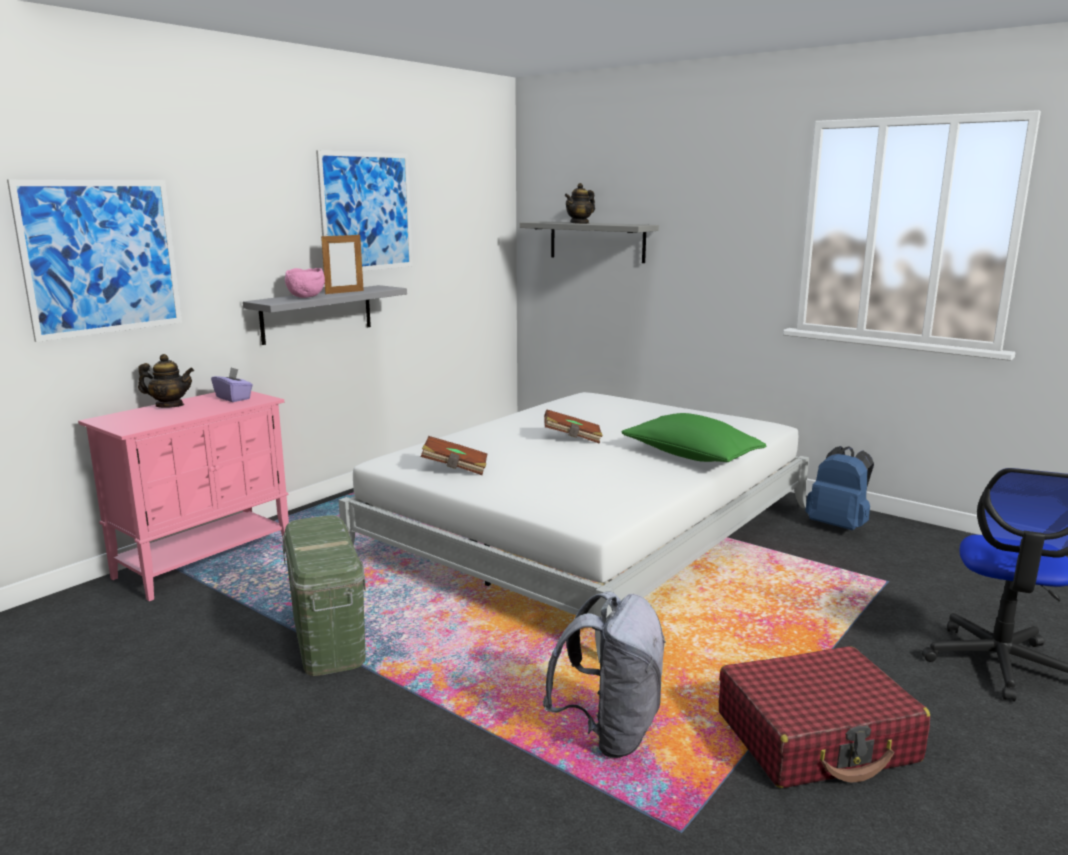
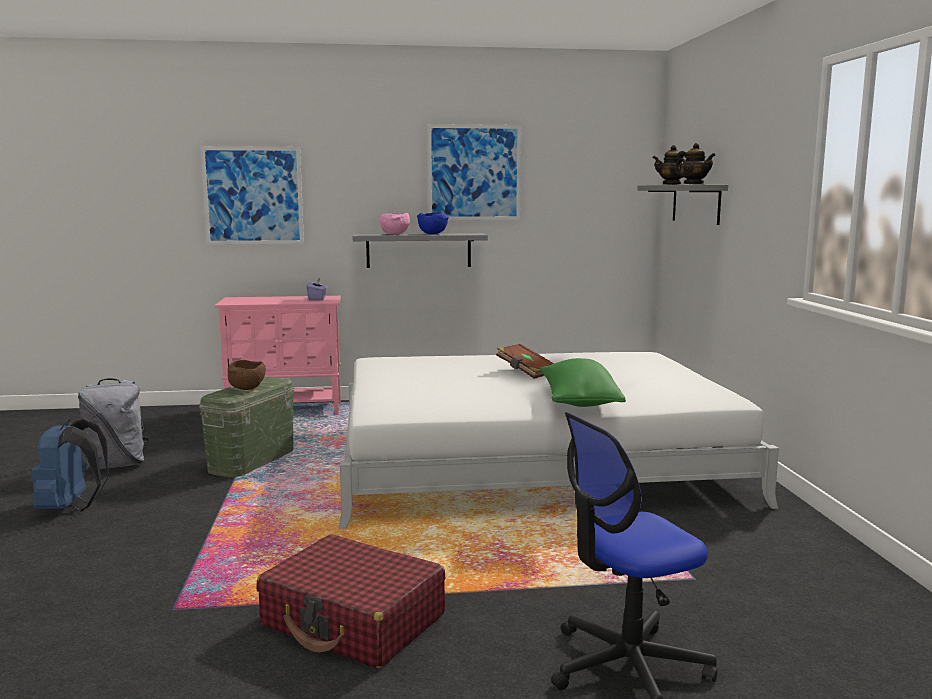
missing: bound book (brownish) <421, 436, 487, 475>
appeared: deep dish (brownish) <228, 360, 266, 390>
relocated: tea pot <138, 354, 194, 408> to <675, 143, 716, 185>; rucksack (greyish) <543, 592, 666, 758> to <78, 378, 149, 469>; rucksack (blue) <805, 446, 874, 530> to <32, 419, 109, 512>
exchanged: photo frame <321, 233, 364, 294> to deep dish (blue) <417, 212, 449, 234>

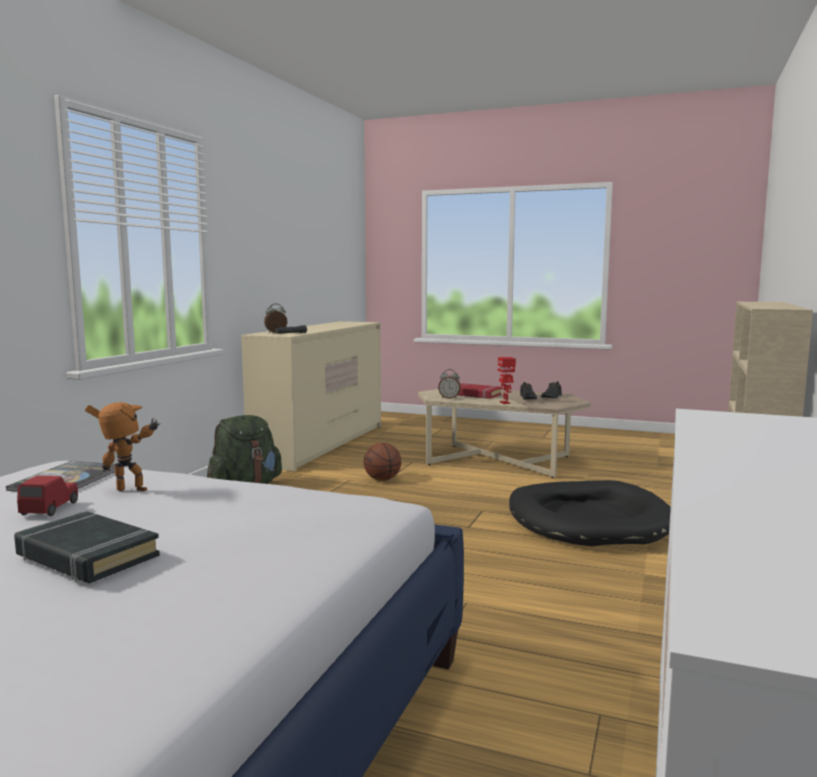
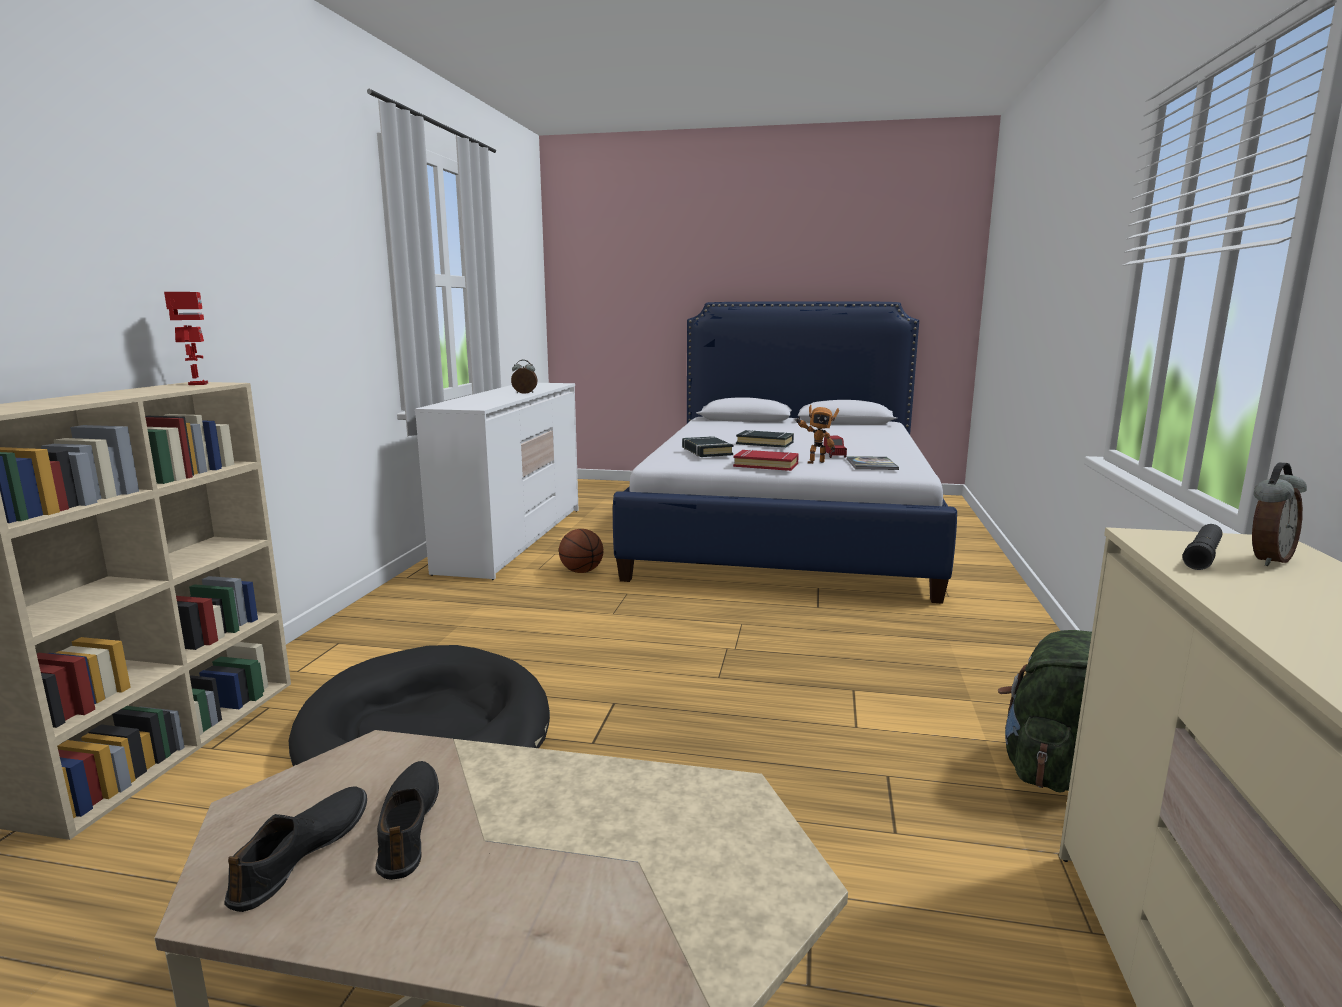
appeared: bound book (black-coloured) <682, 436, 733, 457>
relocated: basketball <364, 443, 401, 481> to <559, 529, 603, 573>; alarm clock <438, 369, 461, 399> to <511, 360, 537, 394>; bound book (reddish) <457, 383, 501, 399> to <733, 450, 799, 471>; model robot <498, 357, 516, 404> to <164, 292, 208, 385>

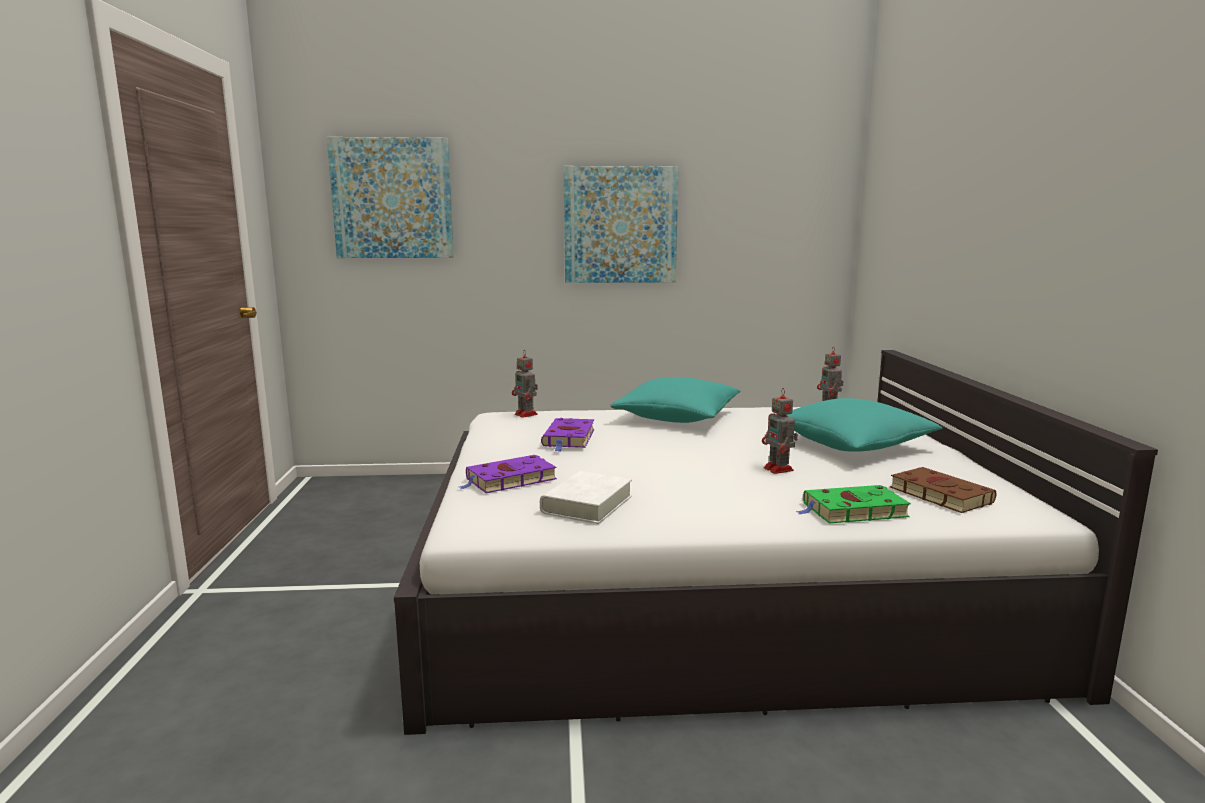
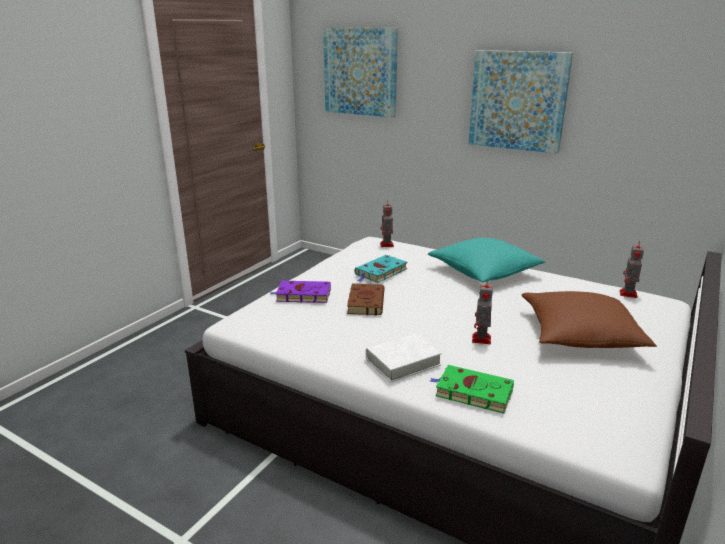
relocated: bound book (white-coloured) <540, 471, 632, 524> to <366, 333, 442, 382>; bound book (brownish) <890, 467, 996, 513> to <347, 284, 385, 315>
colour: bound book (purple) <541, 418, 594, 452> to bound book (blue-green) <355, 255, 408, 283>; throw pillow (blue-green) <768, 398, 943, 452> to throw pillow (brownish) <522, 291, 657, 348>

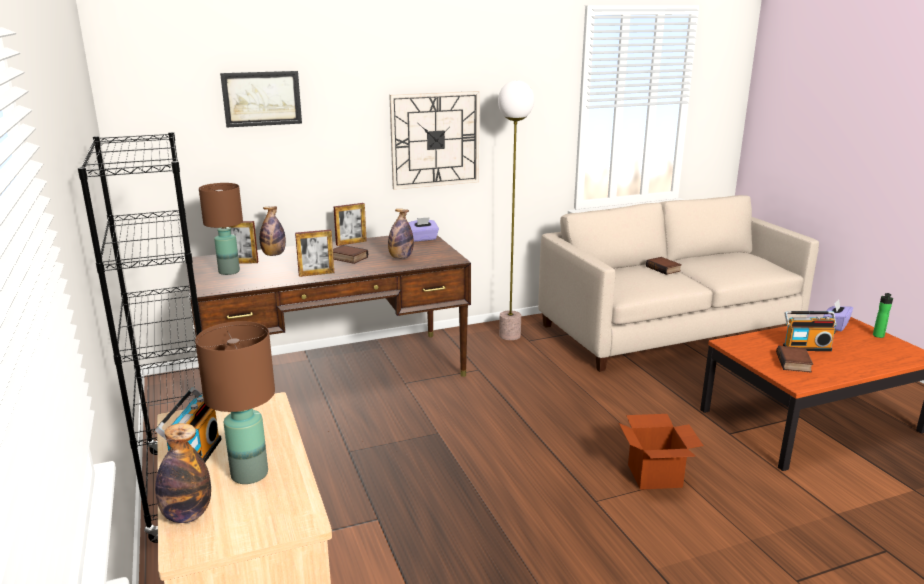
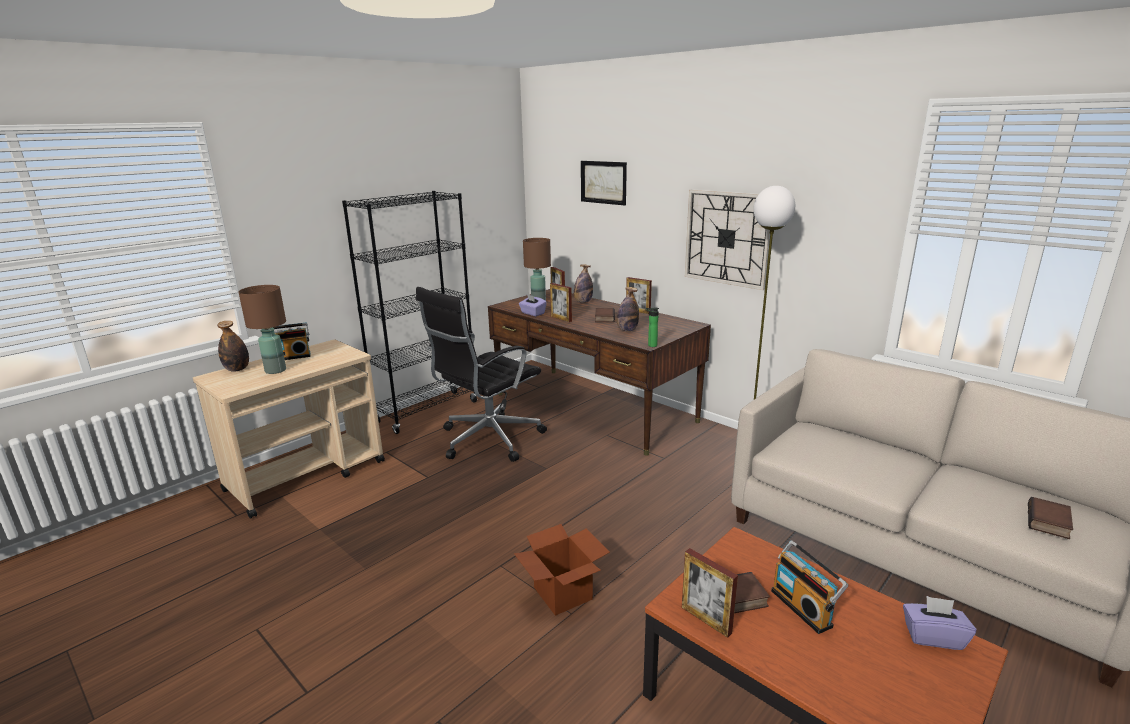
appeared: computer chair (black-coloured) <416, 287, 547, 462>; photo frame <682, 548, 738, 638>
relocated: tissue holder (purple) <408, 217, 439, 242> to <519, 294, 547, 316>; bound book <646, 257, 682, 275> to <1028, 497, 1073, 539>; drink bottle <873, 293, 893, 338> to <646, 308, 659, 347>

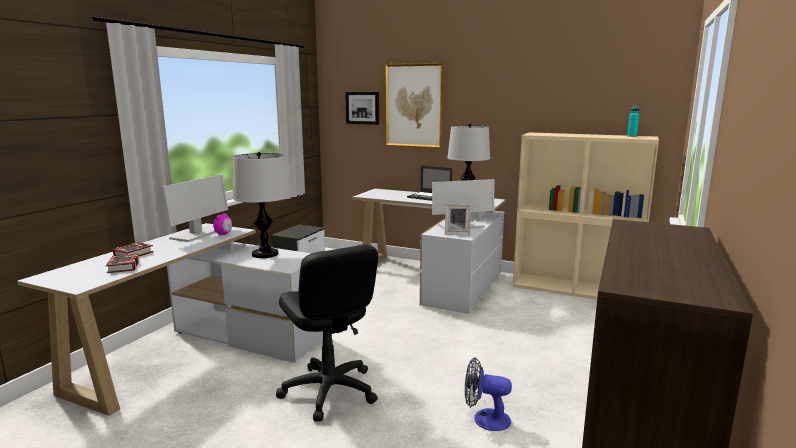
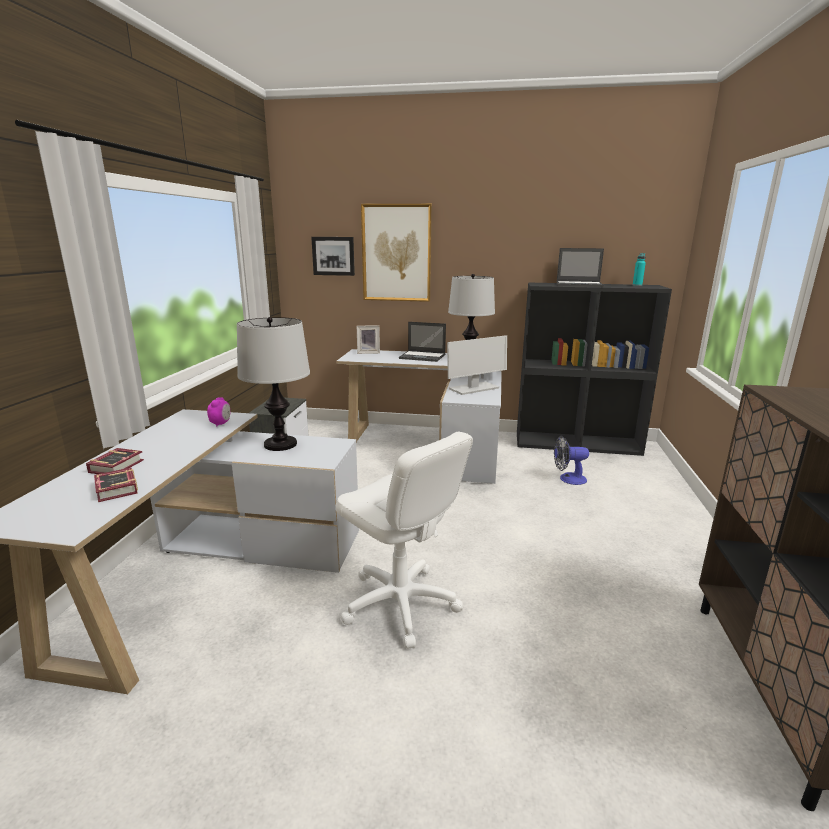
missing: computer screen <162, 174, 228, 242>
appeared: laptop <557, 248, 604, 287>
relocated: photo frame <445, 203, 471, 236> to <357, 325, 380, 354>; electric fan <465, 357, 512, 431> to <554, 436, 589, 485>
colour: computer chair (black-coloured) <276, 245, 379, 421> to computer chair (white-coloured) <336, 431, 473, 649>; bookshelf (beige-coloured) <513, 132, 659, 300> to bookshelf (black-coloured) <517, 283, 672, 456>

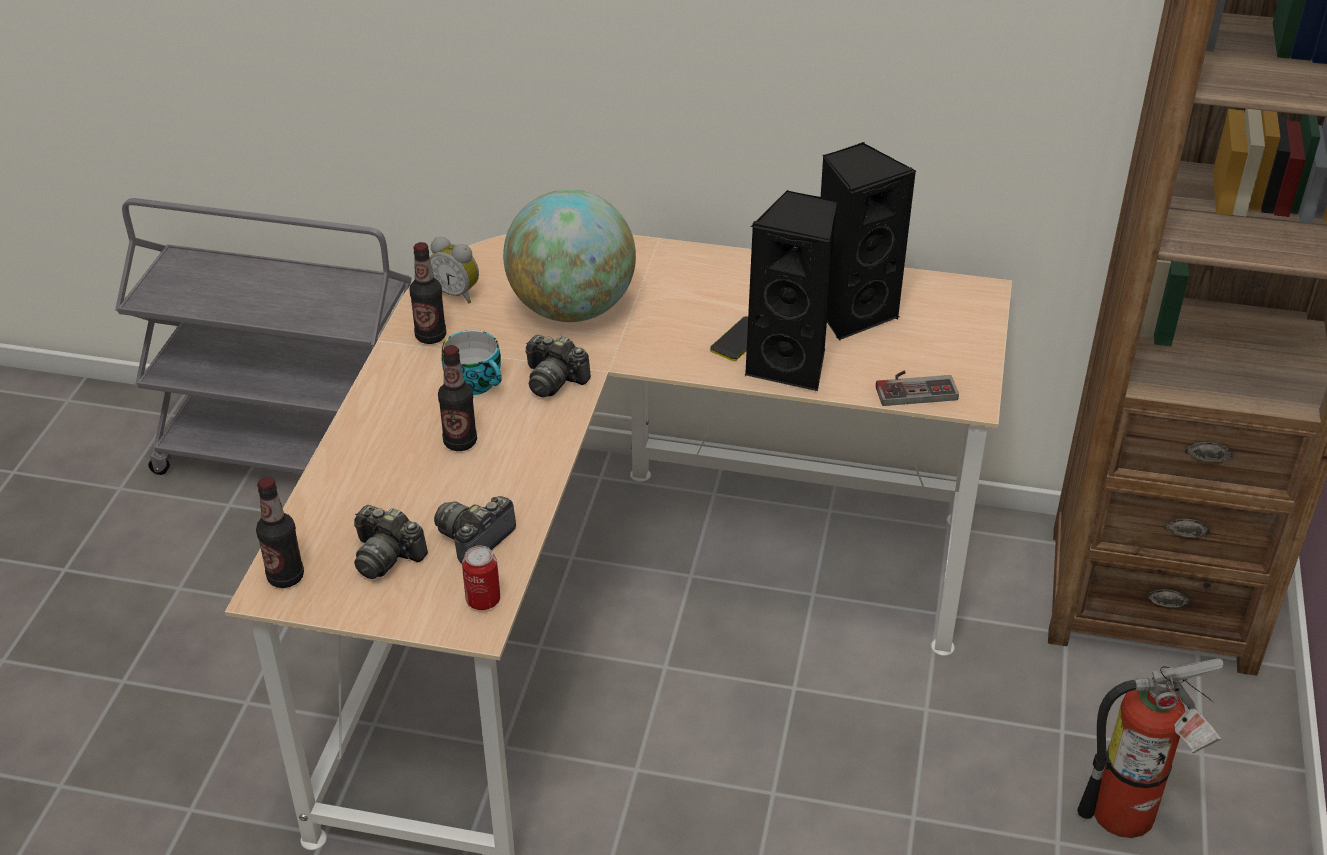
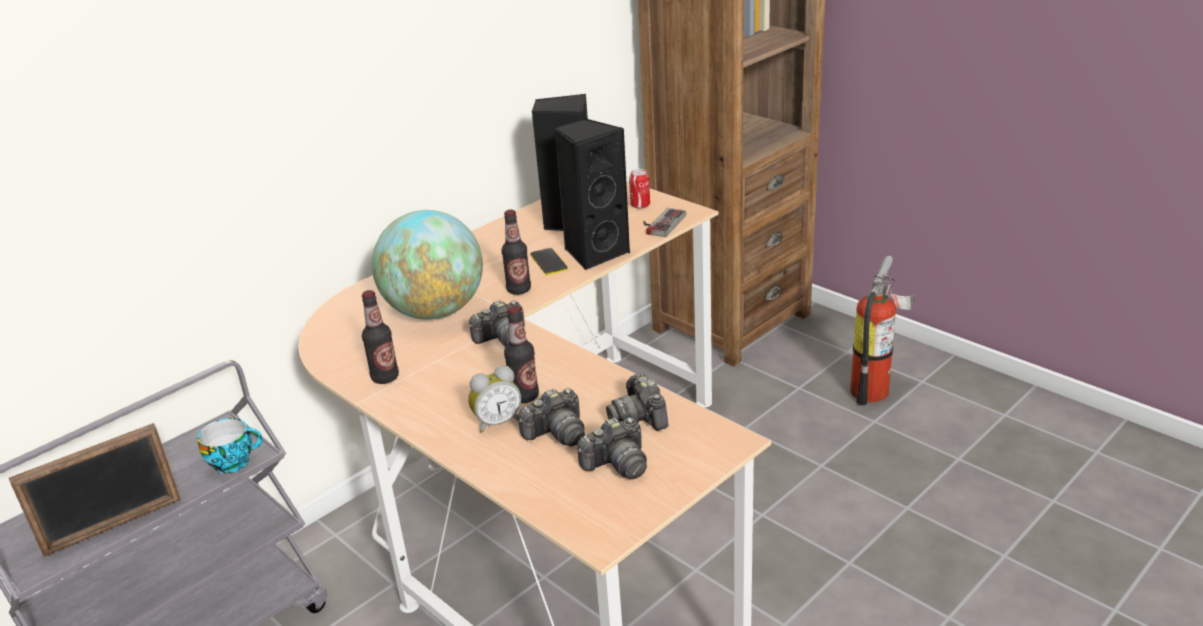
appeared: photo frame <9, 423, 181, 556>; still camera <518, 388, 585, 447>
relocated: drink bottle <256, 477, 304, 588> to <501, 210, 531, 295>; alarm clock <430, 237, 479, 304> to <468, 366, 521, 433>; small cup <442, 330, 502, 395> to <197, 418, 262, 474>; metal can <462, 546, 500, 610> to <629, 169, 650, 209>

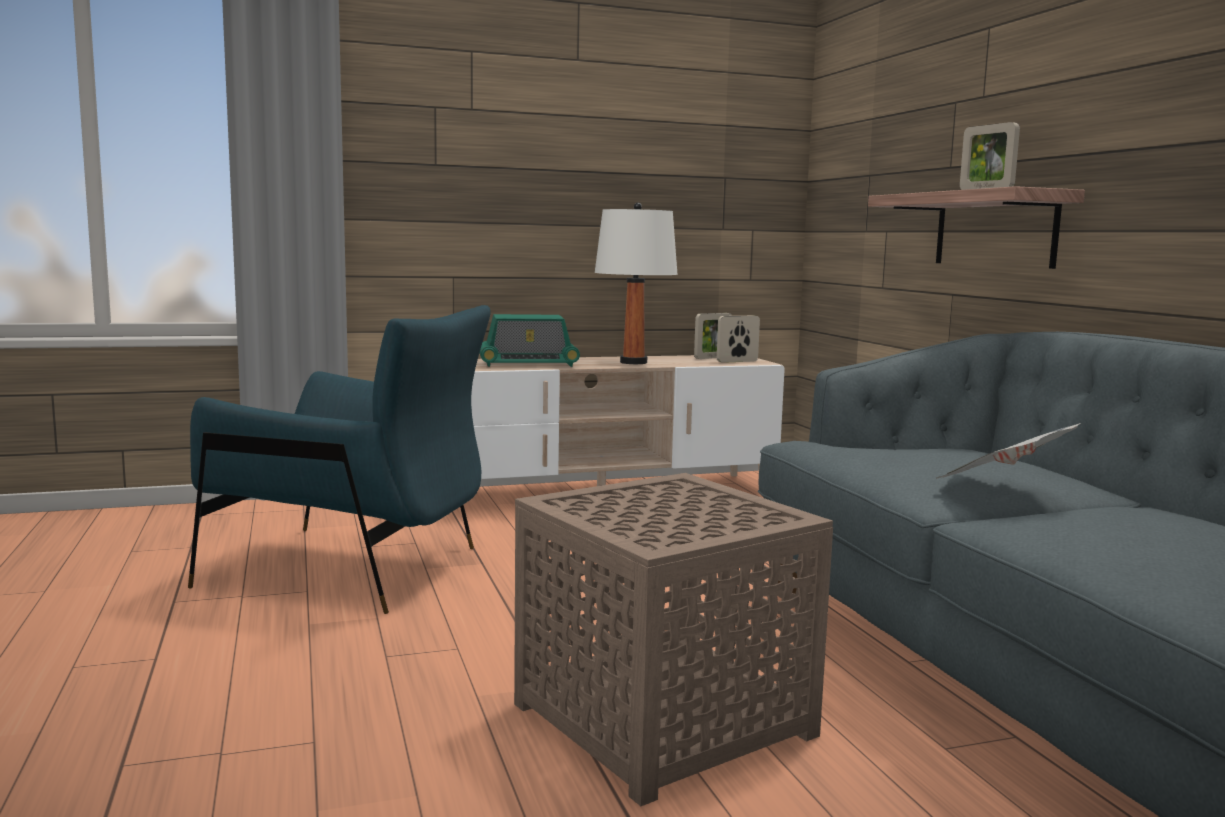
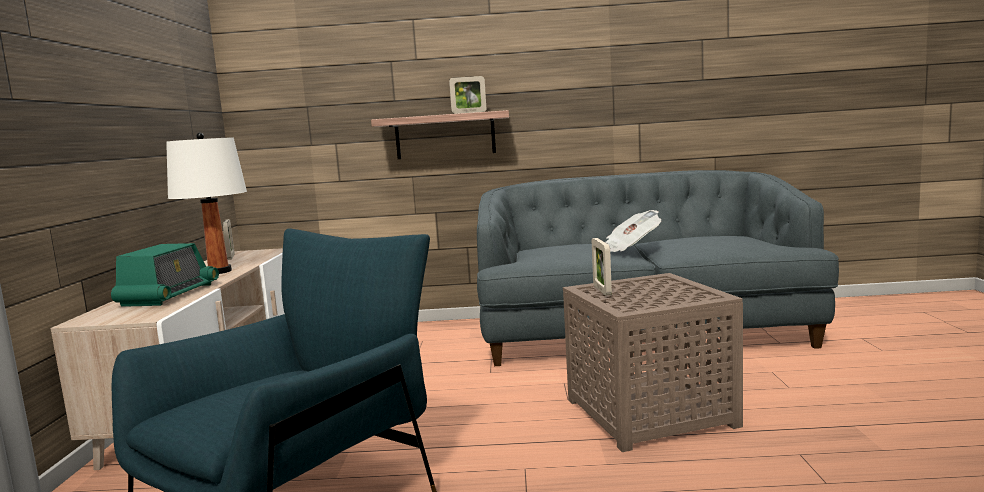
relocated: photo frame <717, 316, 760, 363> to <592, 238, 612, 296>

